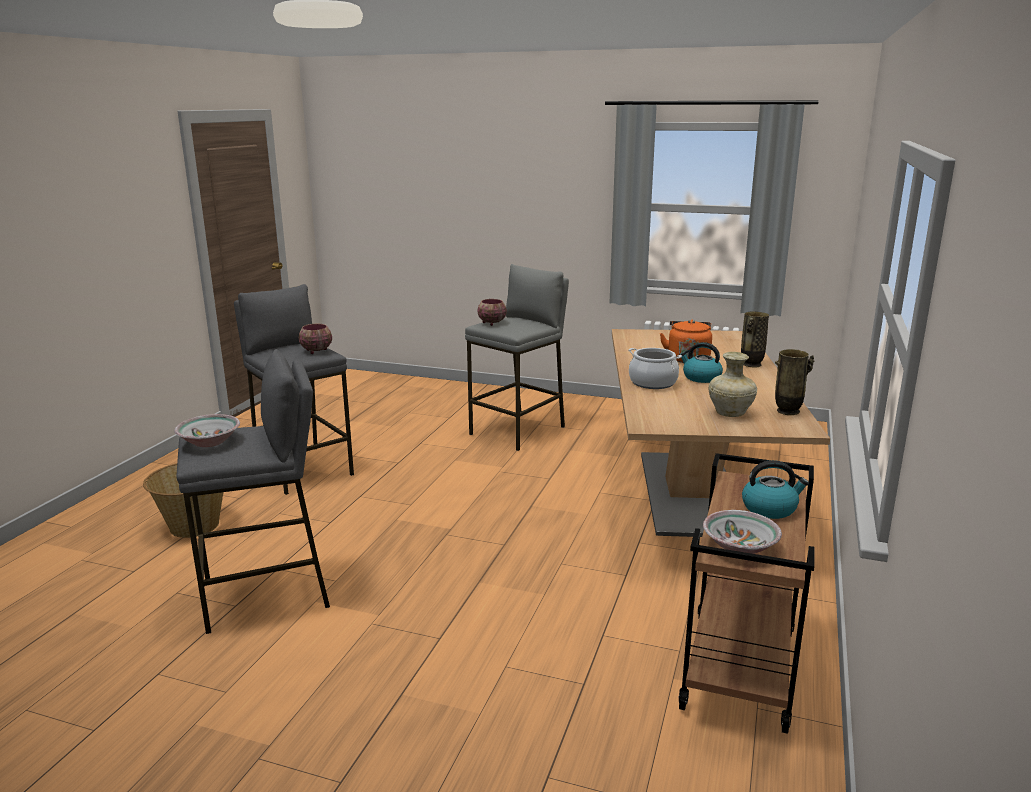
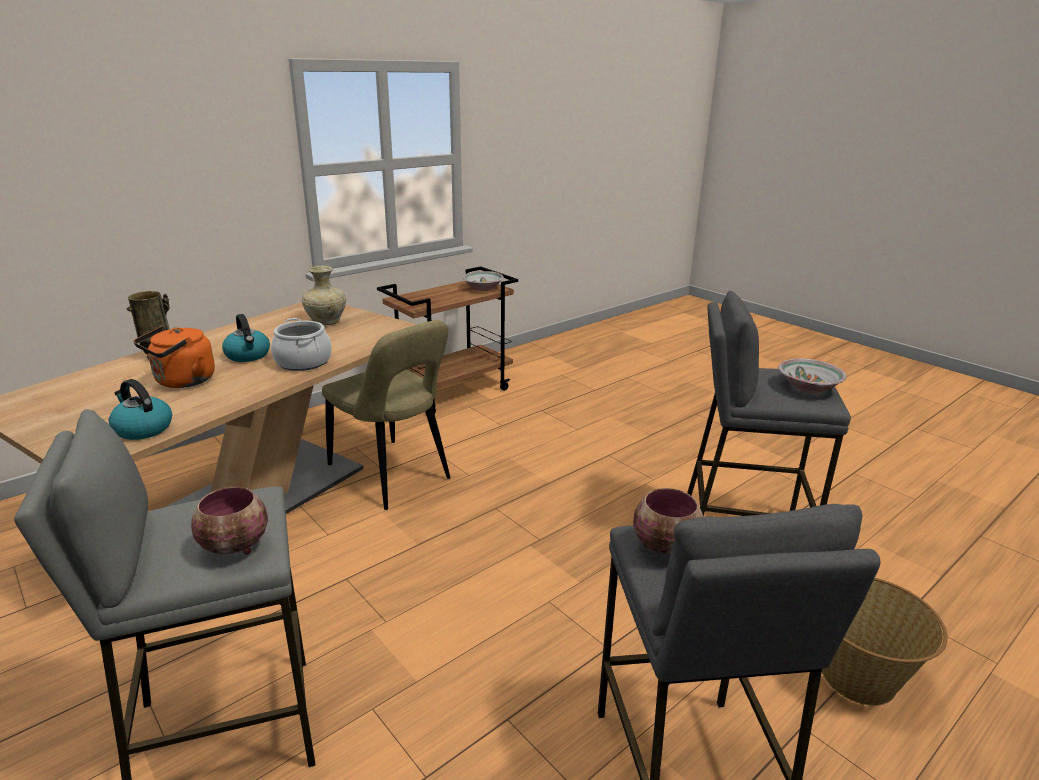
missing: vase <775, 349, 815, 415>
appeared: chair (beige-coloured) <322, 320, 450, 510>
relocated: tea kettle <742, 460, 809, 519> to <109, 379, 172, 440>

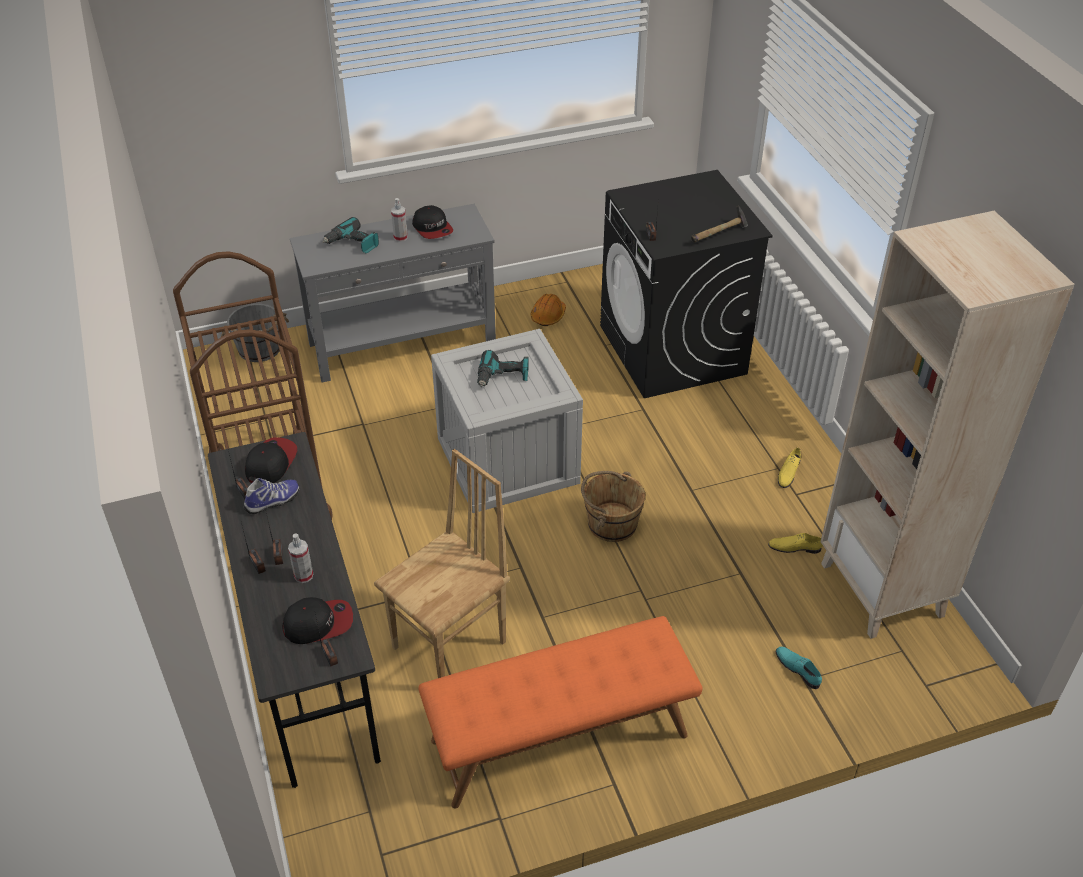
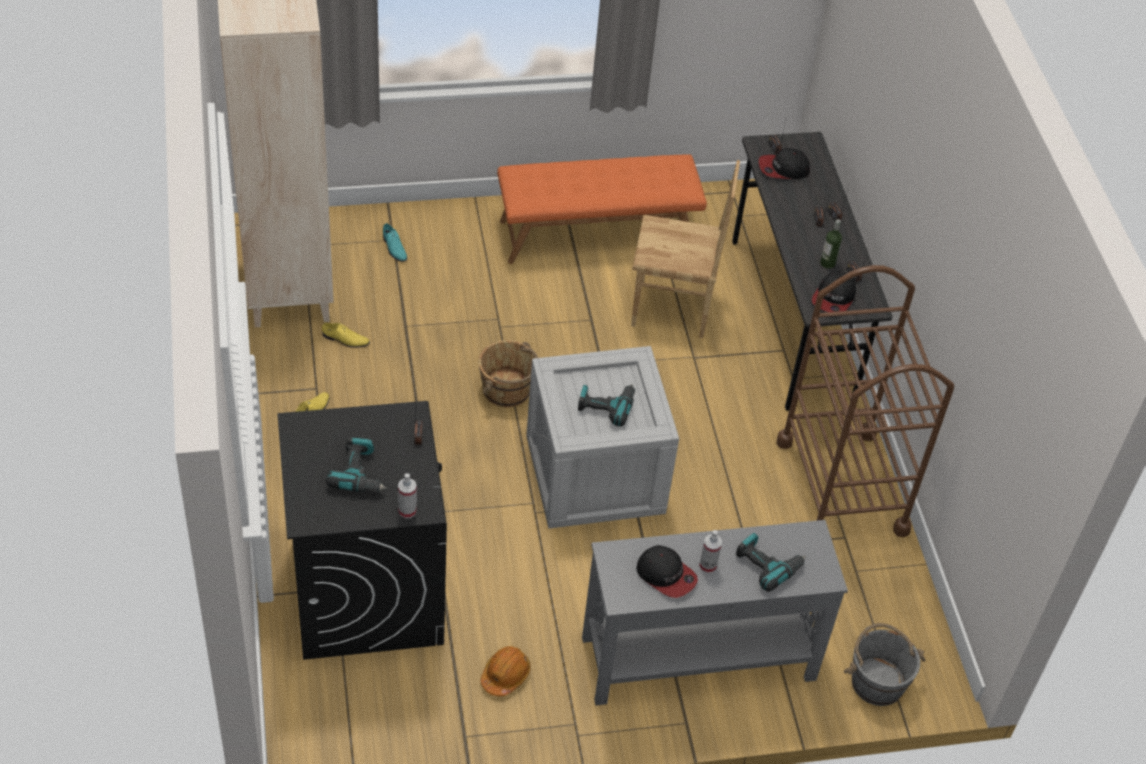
missing: hammer <691, 206, 748, 243>
appeared: electric drill <326, 437, 387, 493>
relocated: sprayer <288, 533, 313, 583> to <398, 473, 417, 518>
exchanged: low shoe <244, 478, 300, 514> to drink bottle <820, 219, 842, 269>
spun: chair (brownish) <374, 449, 510, 678> = <631, 160, 740, 338> 135 degrees counterclockwise; baseball cap <412, 205, 453, 239> = <636, 545, 698, 598> 150 degrees clockwise

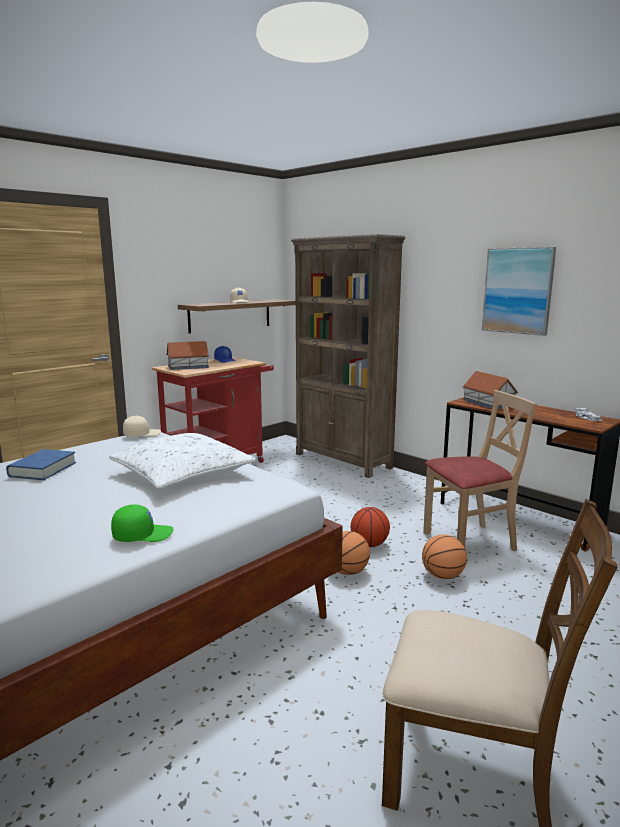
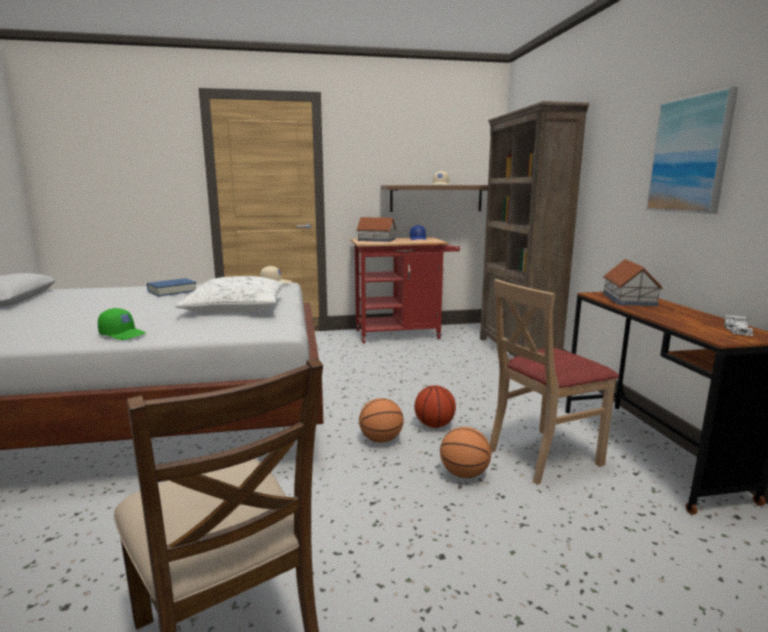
spun: chair (beige-coloured) <423, 390, 537, 551> = <490, 279, 619, 485> 135 degrees clockwise

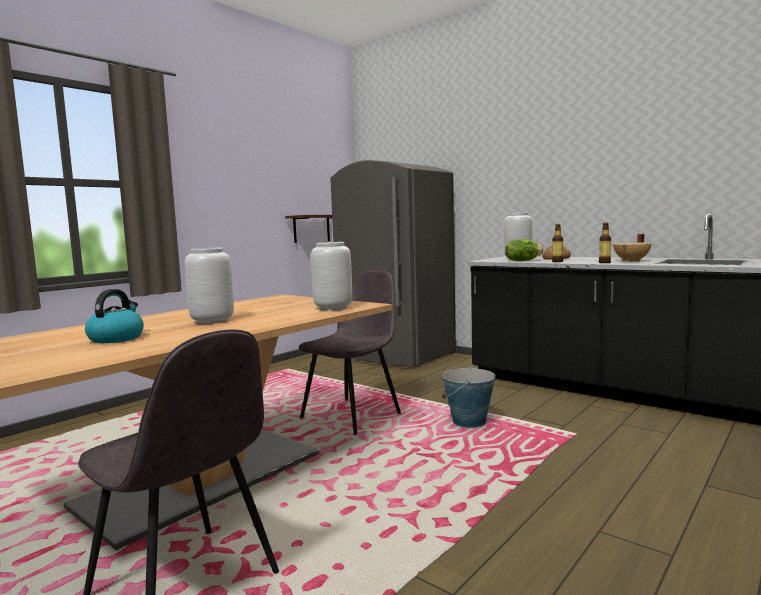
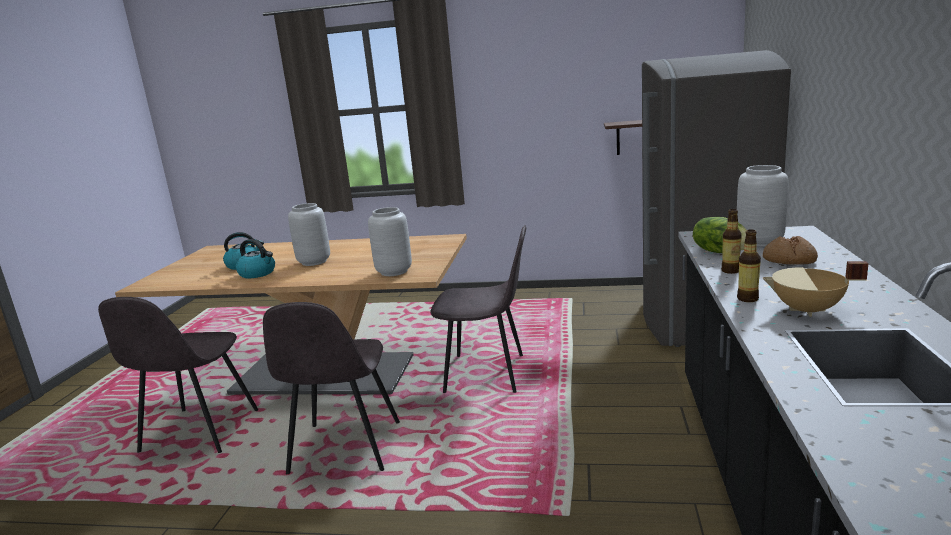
missing: pail <442, 366, 496, 428>
appeared: tea kettle <236, 239, 275, 278>; chair (greyish) <263, 302, 400, 474>

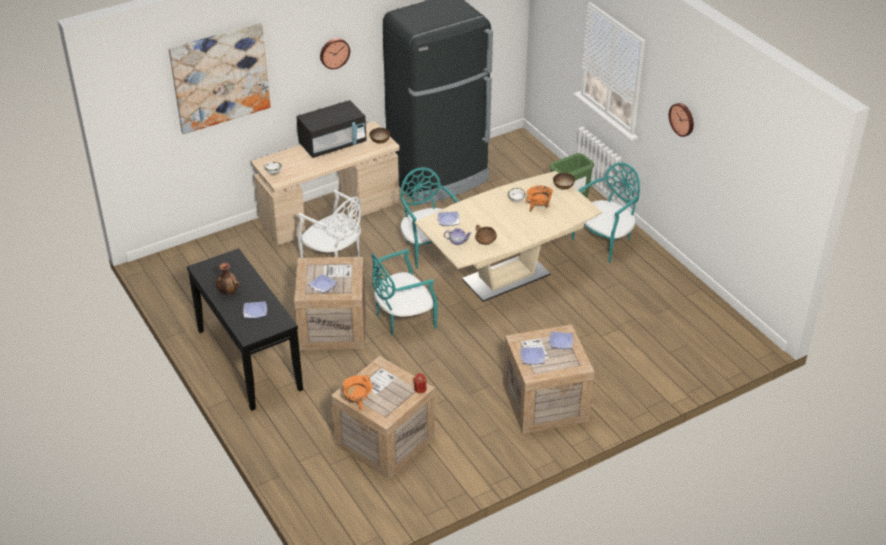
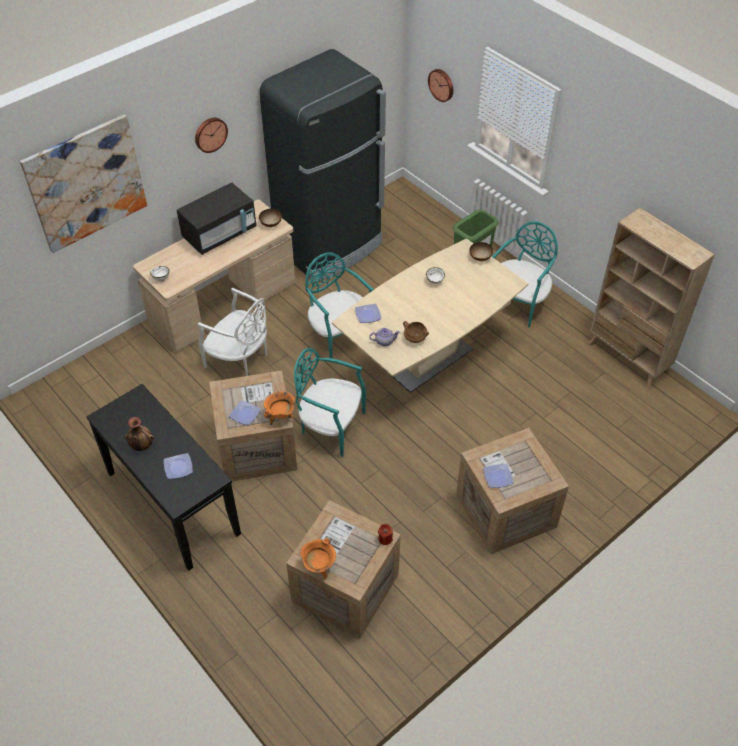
missing: flat dish <549, 332, 573, 349>
appeared: bookshelf (beige-coloured) <589, 208, 715, 388>
relocated: saucepot (orange) <526, 185, 553, 212> to <264, 391, 295, 425>; hanging clock <669, 103, 694, 137> to <428, 69, 453, 102>
spun: chair (blue-green) <371, 249, 438, 336> = <294, 348, 366, 457> 60 degrees clockwise

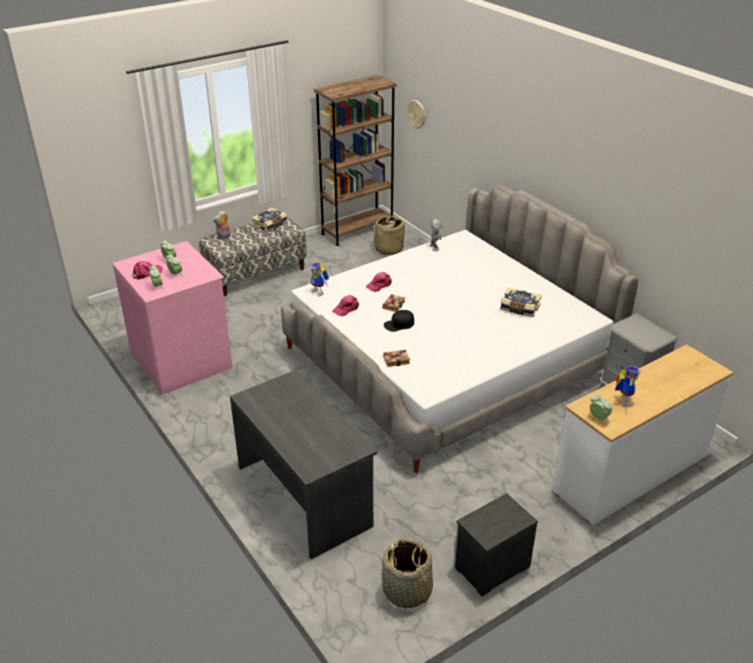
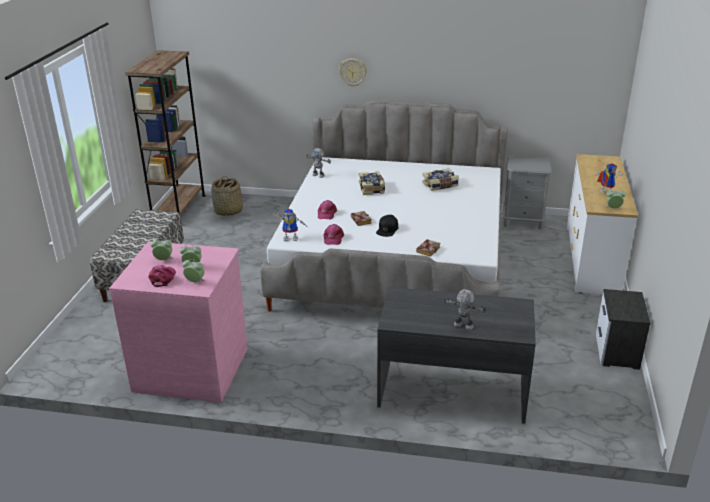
missing: cuddly toy <213, 210, 231, 240>; household basket <382, 538, 433, 608>
appeared: model robot <444, 289, 486, 330>
relocated: bound book <252, 207, 287, 232> to <359, 171, 385, 195>; hanging clock <408, 100, 426, 129> to <339, 58, 367, 87>

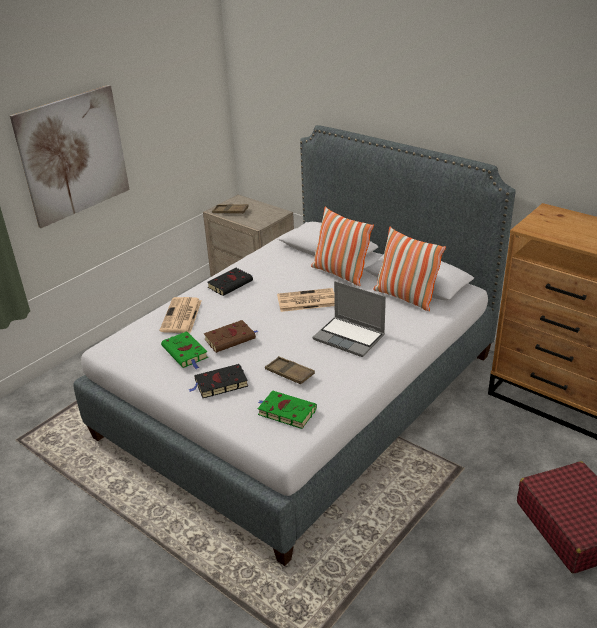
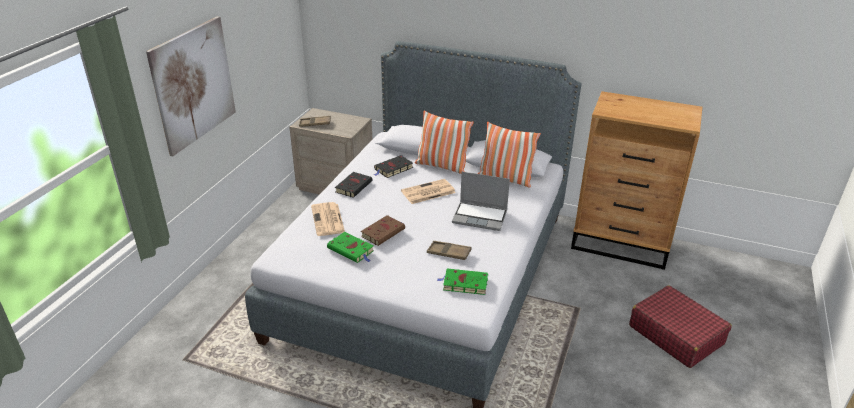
relocated: bound book (black-coloured) <188, 364, 248, 398> to <374, 155, 413, 178>

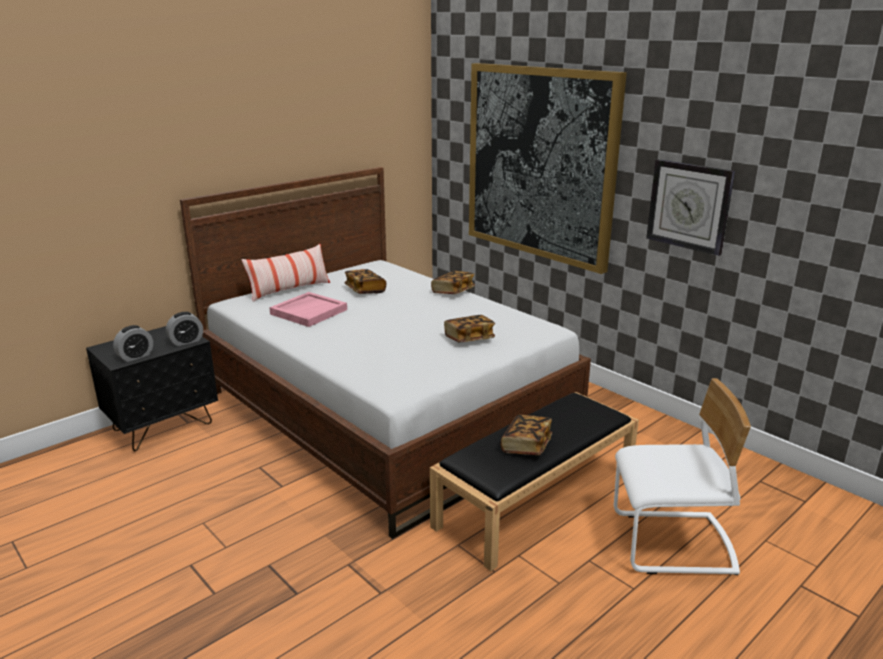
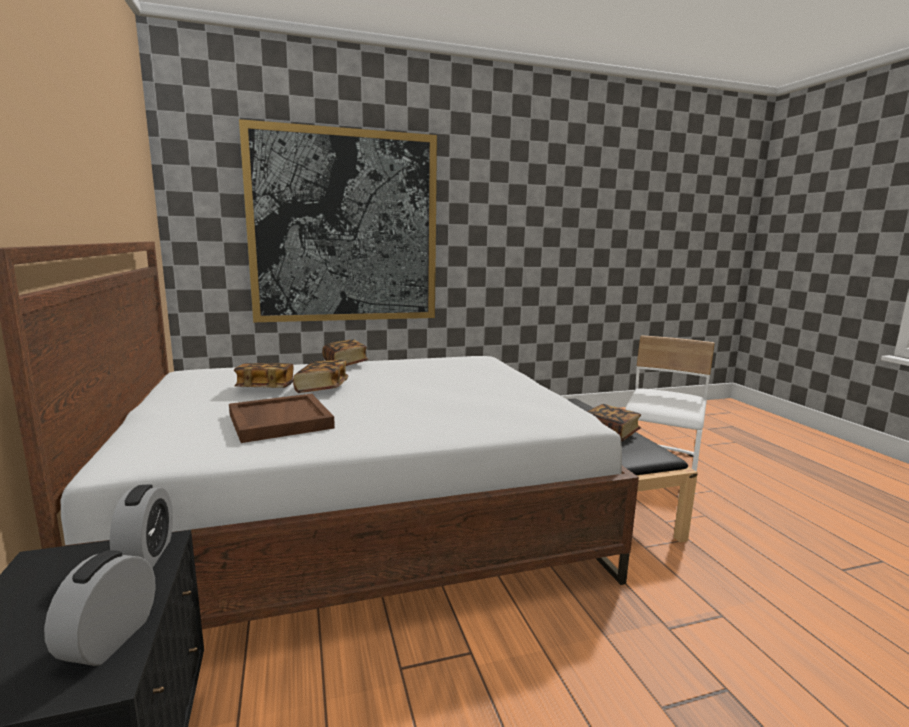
missing: throw pillow <241, 244, 330, 302>; hanging clock <646, 159, 735, 256>
relocated: bound book <444, 315, 495, 342> to <293, 360, 348, 393>
colour: tray (pinkish) <269, 292, 347, 327> to tray (brownish) <229, 394, 335, 443>
spun: alarm clock <113, 325, 153, 362> = <44, 550, 155, 666> 150 degrees counterclockwise

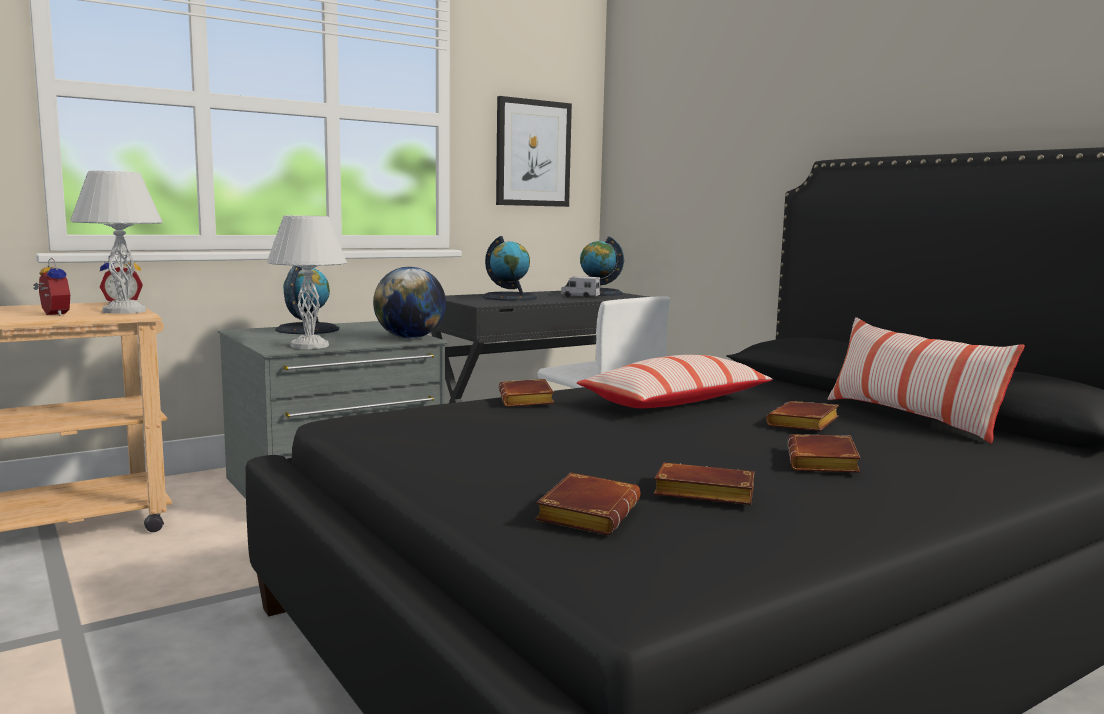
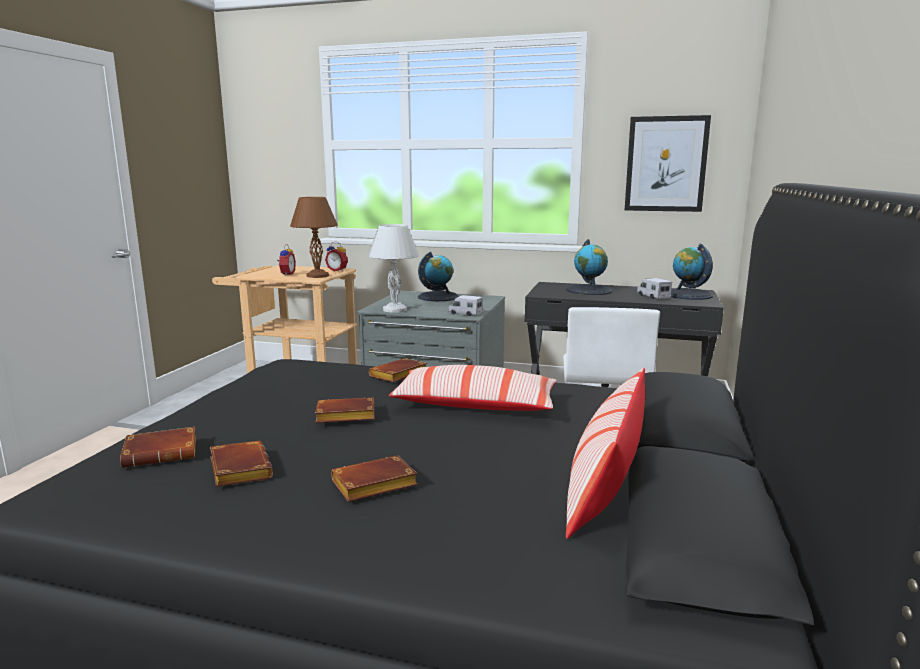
relocated: bound book (brownish) <766, 401, 839, 431> to <315, 397, 375, 423>
exchanged: desk globe <373, 267, 446, 339> to model truck <448, 295, 483, 316>
colour: tabletop lamp (white-coloured) <70, 171, 163, 314> to tabletop lamp (brownish) <290, 197, 337, 278>

